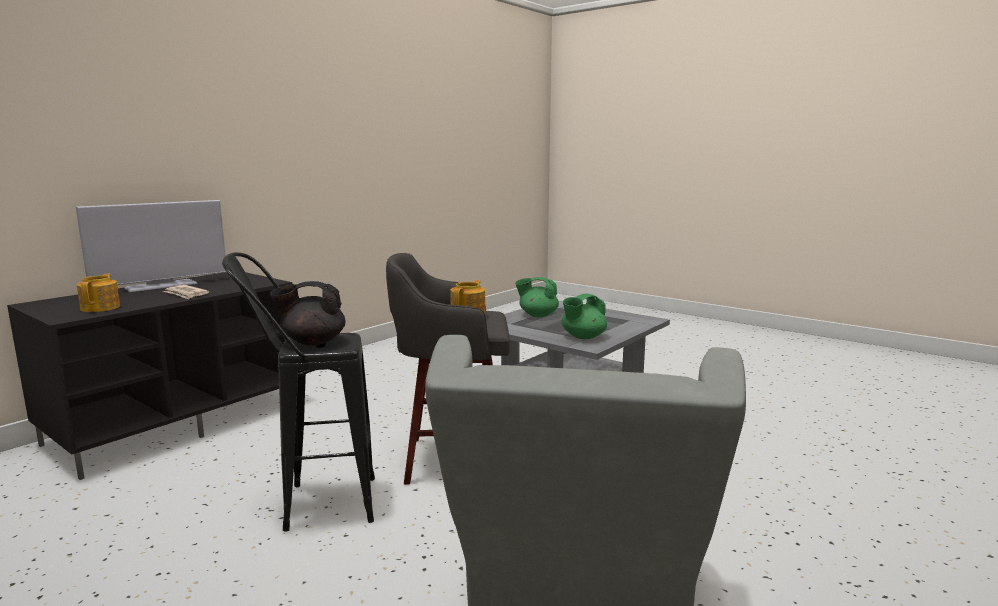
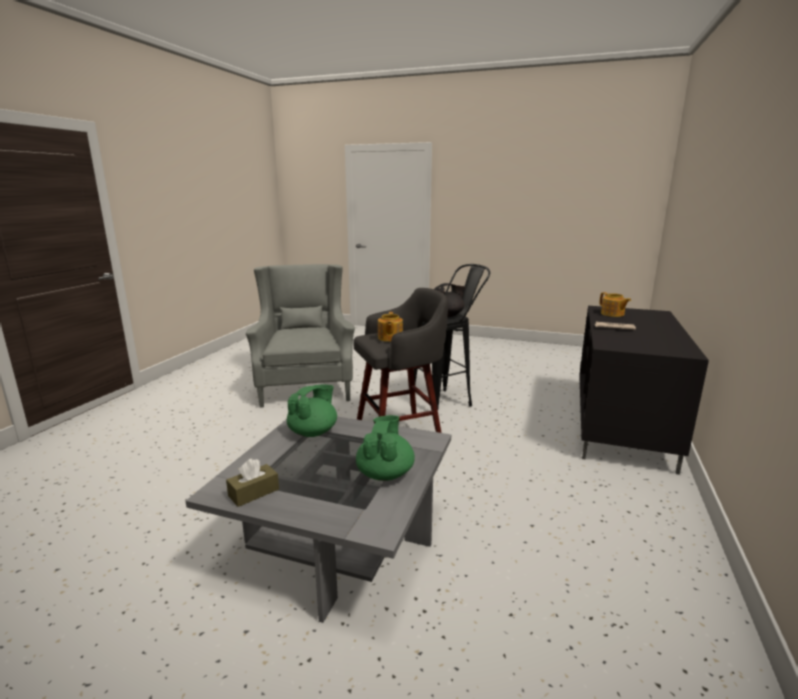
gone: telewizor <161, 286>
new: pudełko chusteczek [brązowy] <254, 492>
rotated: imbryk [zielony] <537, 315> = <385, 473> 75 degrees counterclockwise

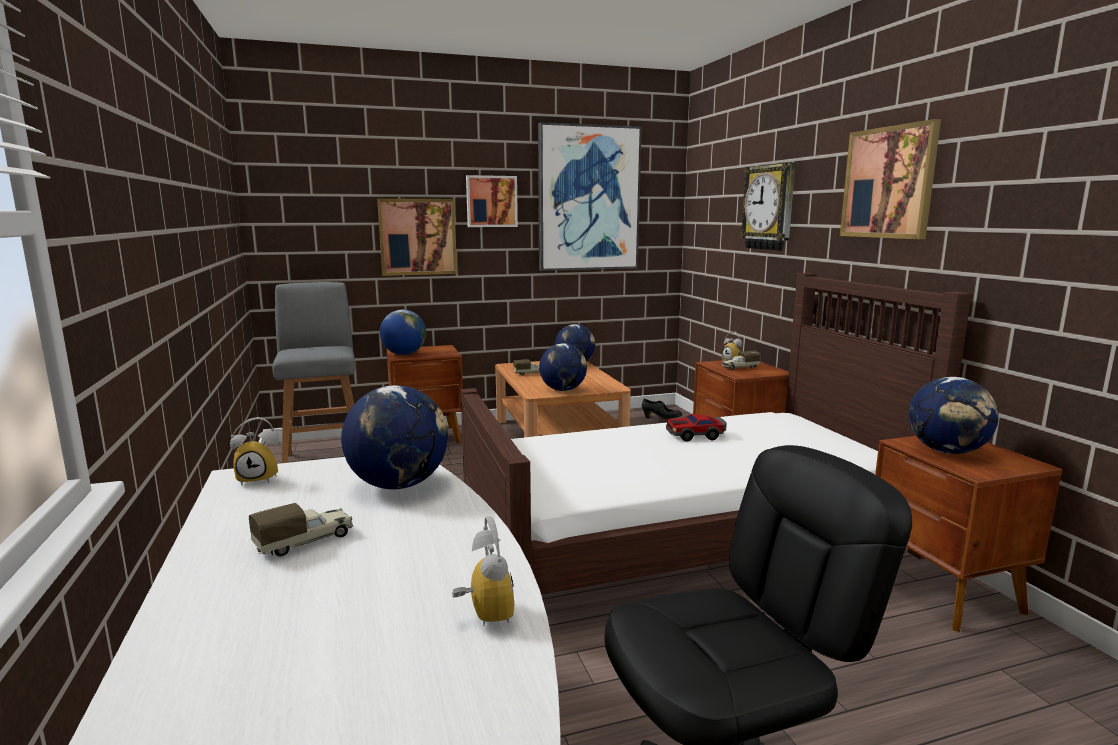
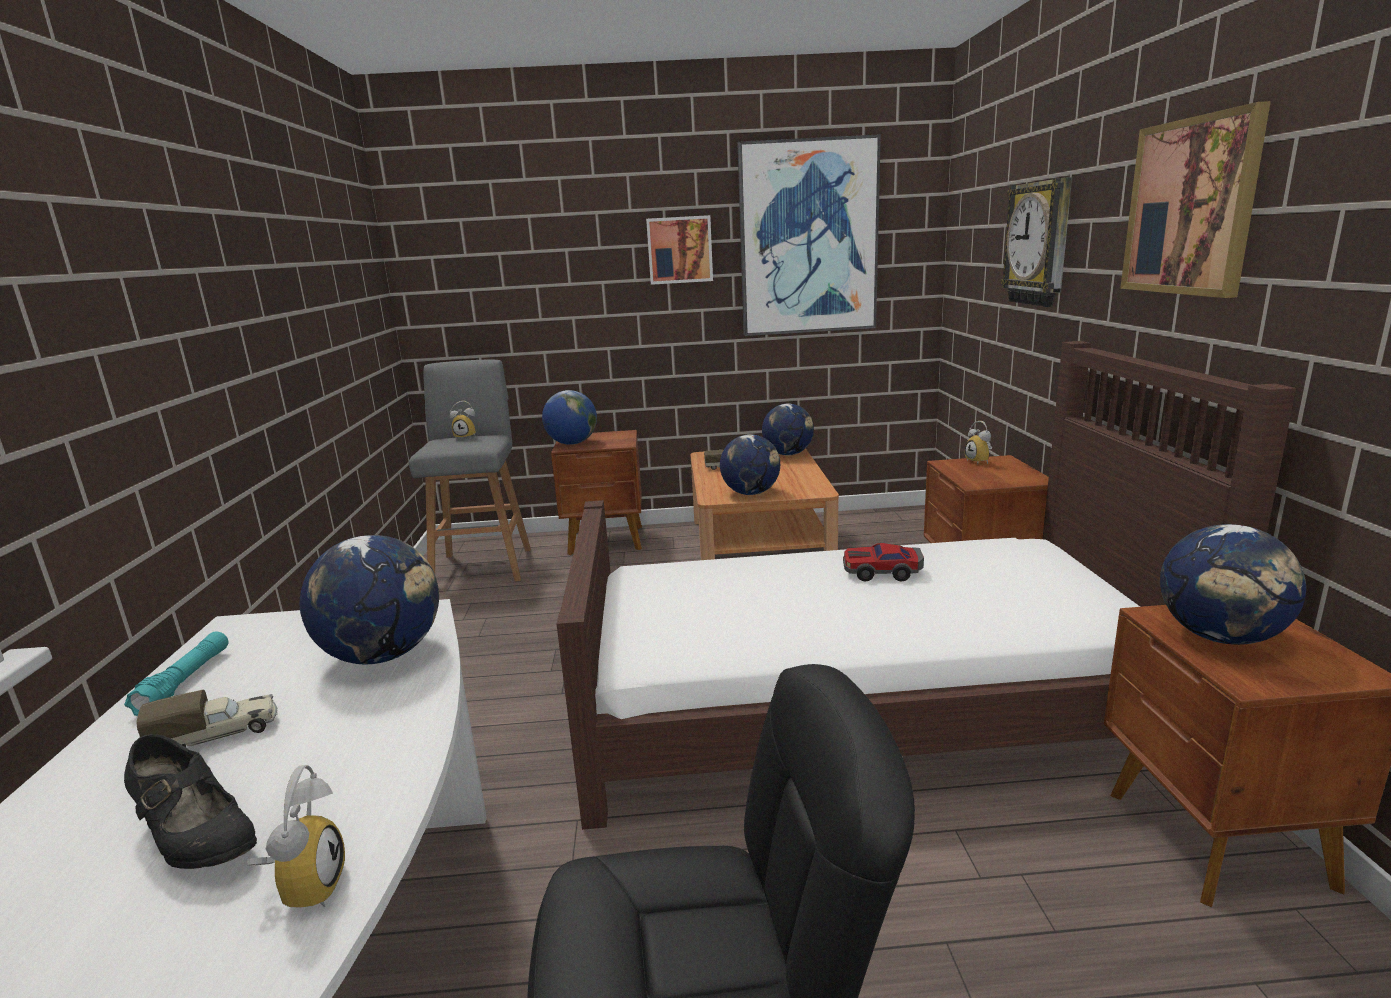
gone: obraz <417, 237>; ciężarówka zabawkowa <739, 368>
new: latarka [turkusowy] <185, 681>
shifted: but [czarny] <661, 419> to <197, 841>; budzik <260, 478> to <467, 437>

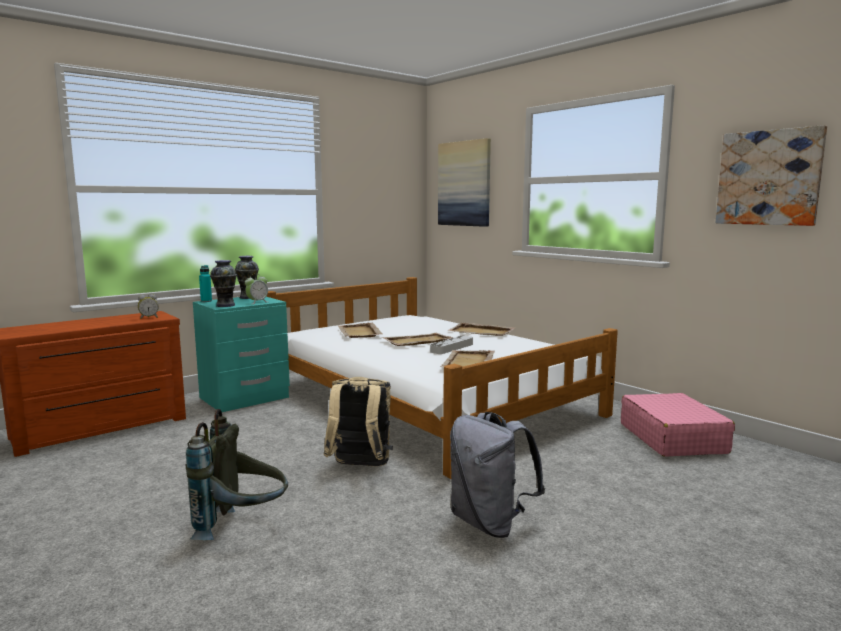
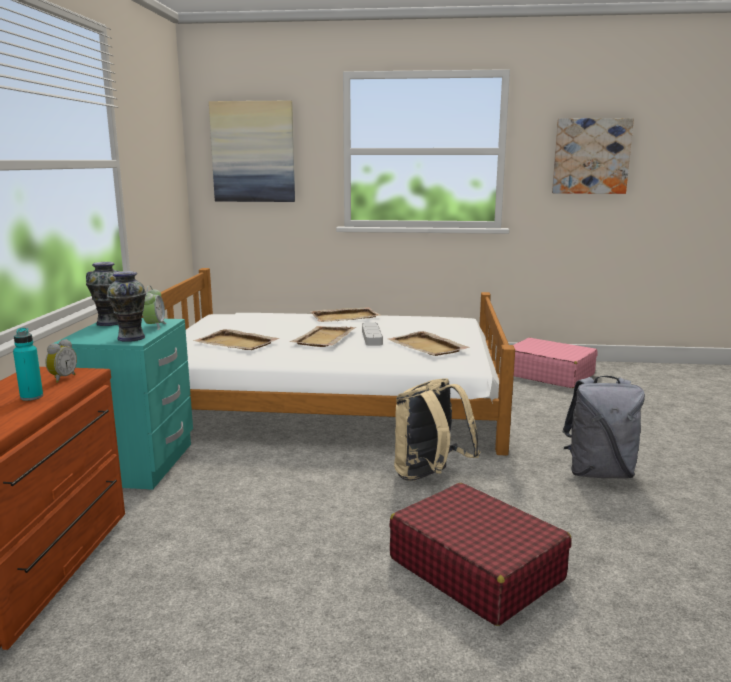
shifted: butelka [turkusowy] <206, 301> to <31, 397>
swapped: plecak [szary] <242, 527> to walizka [czerwony] <475, 568>

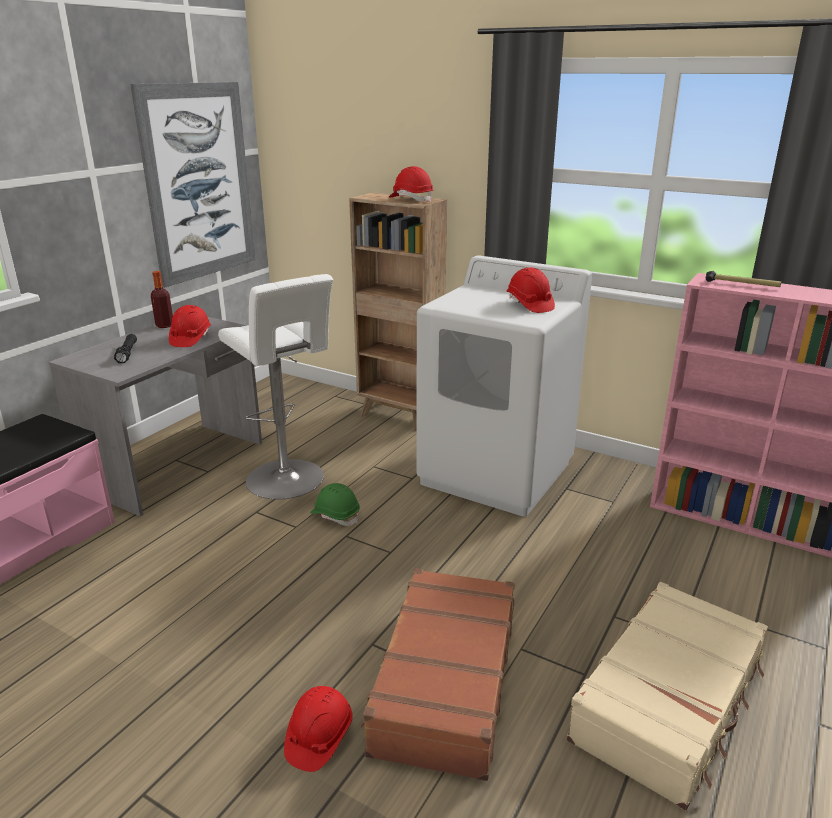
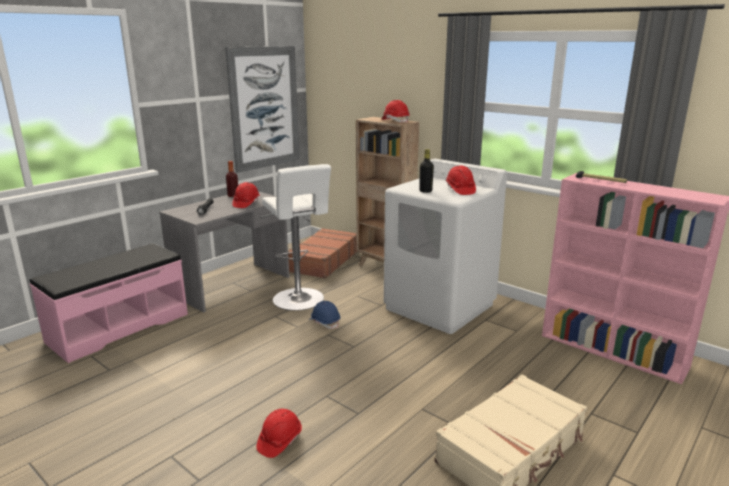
new: butelka [czarny] <425, 191>
shifted: walizka [brązowy] <444, 682> to <323, 261>
repainted: kask [zielony] <335, 515> to kask [niebieski] <324, 322>

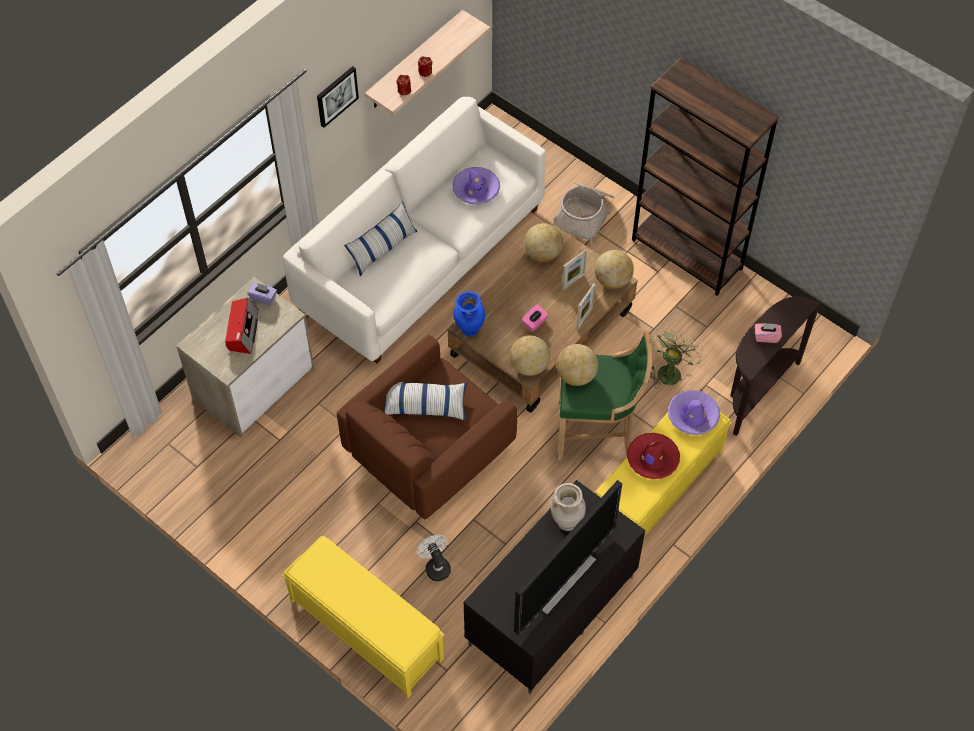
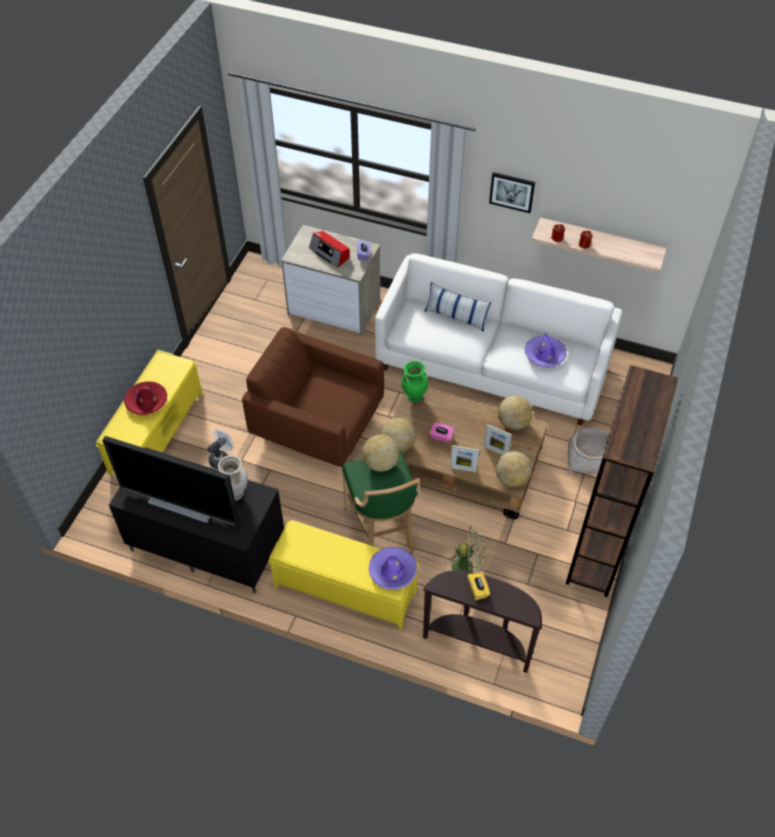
gone: poduszka <425, 404>
shifted: kapelusz [czerwony] <652, 459> to <146, 401>
repainted: wazon [niebieski] <469, 330> to wazon [zielony] <414, 396>; pudełko chusteczek [różowy] <766, 337> to pudełko chusteczek [żółty] <478, 590>
rotated: radio <242, 331> = <330, 253> 60 degrees clockwise

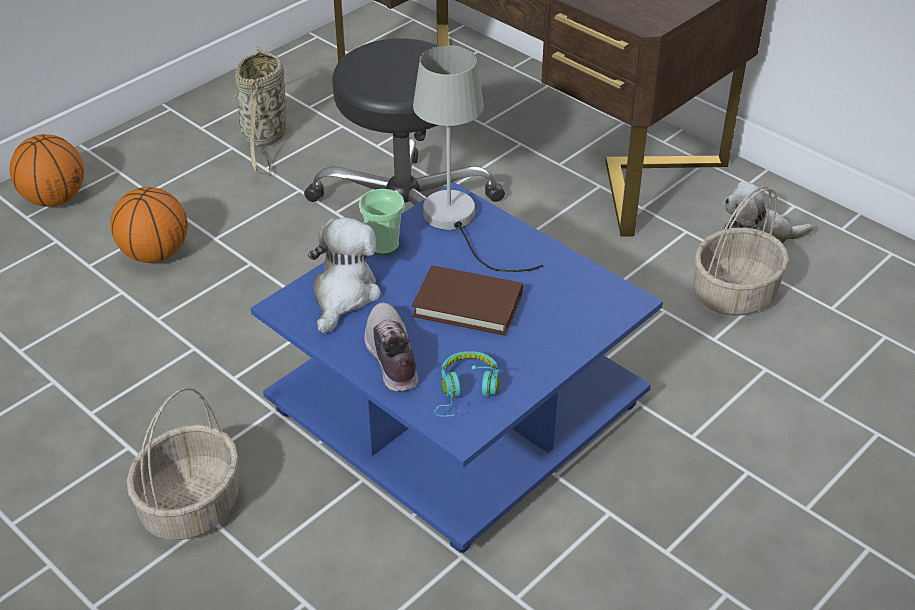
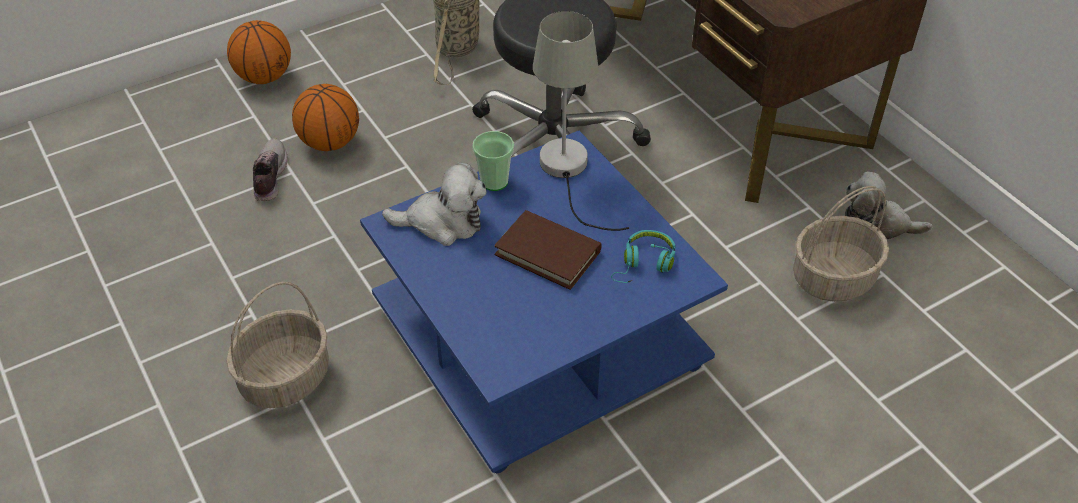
shifted: but <391, 357> to <269, 177>; słuchawki [turkusowy] <466, 391> to <644, 264>
rotated: pluszak <344, 294> = <443, 222> 60 degrees clockwise

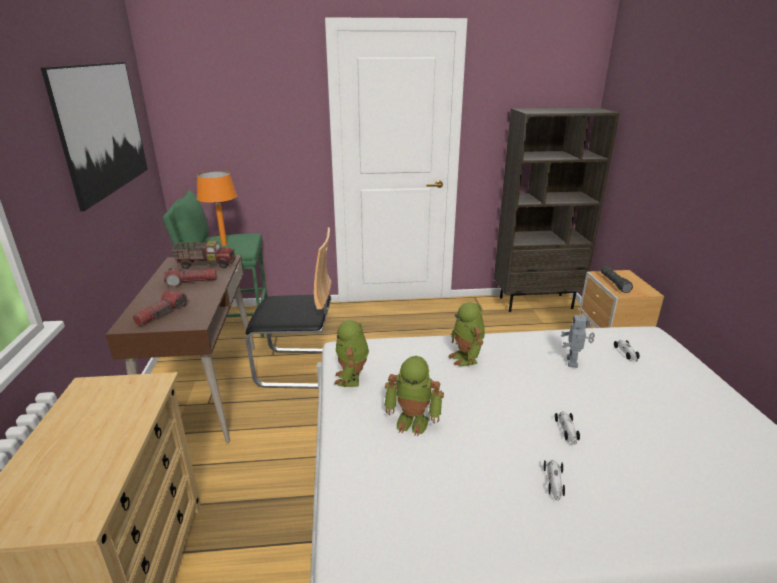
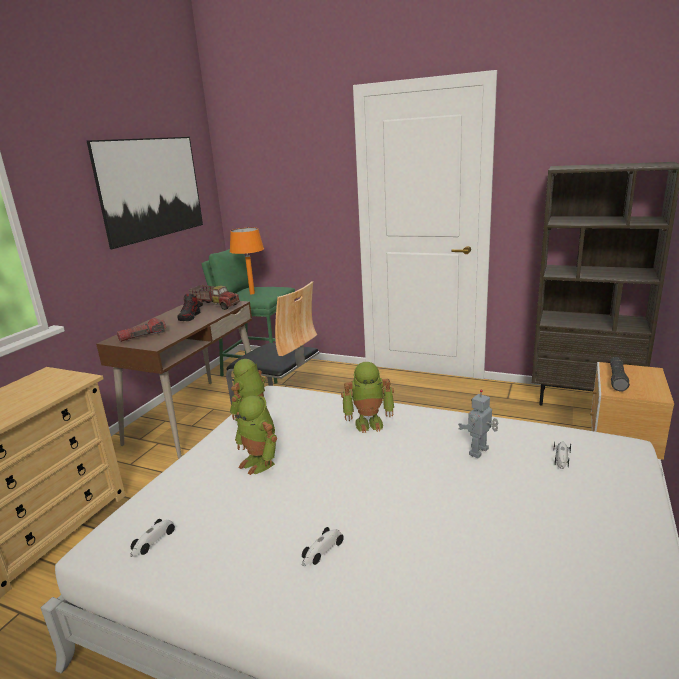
shifted: samochodzik <567, 430> to <152, 541>
swapped: latarka <191, 282> to but <189, 317>
rotated: robot zabawkowy <466, 358> = <369, 423> 105 degrees counterclockwise

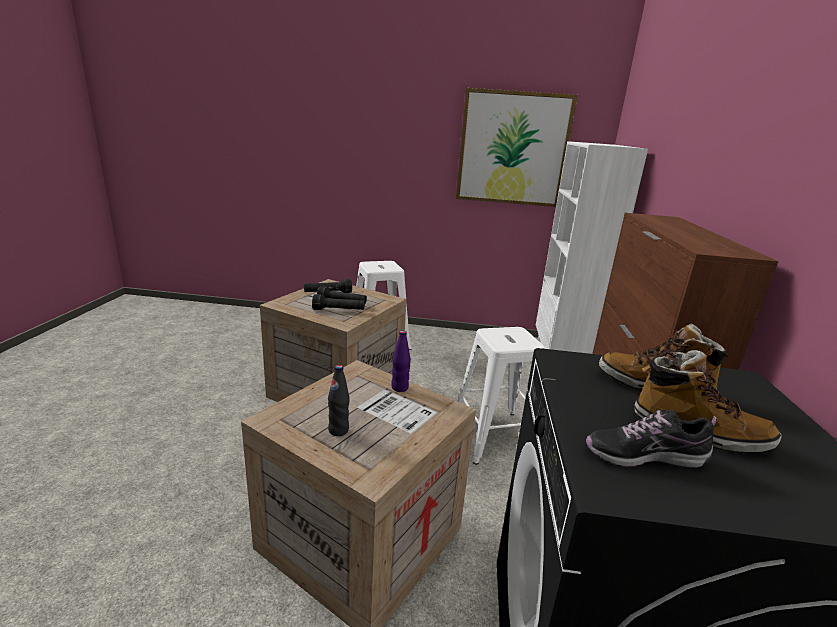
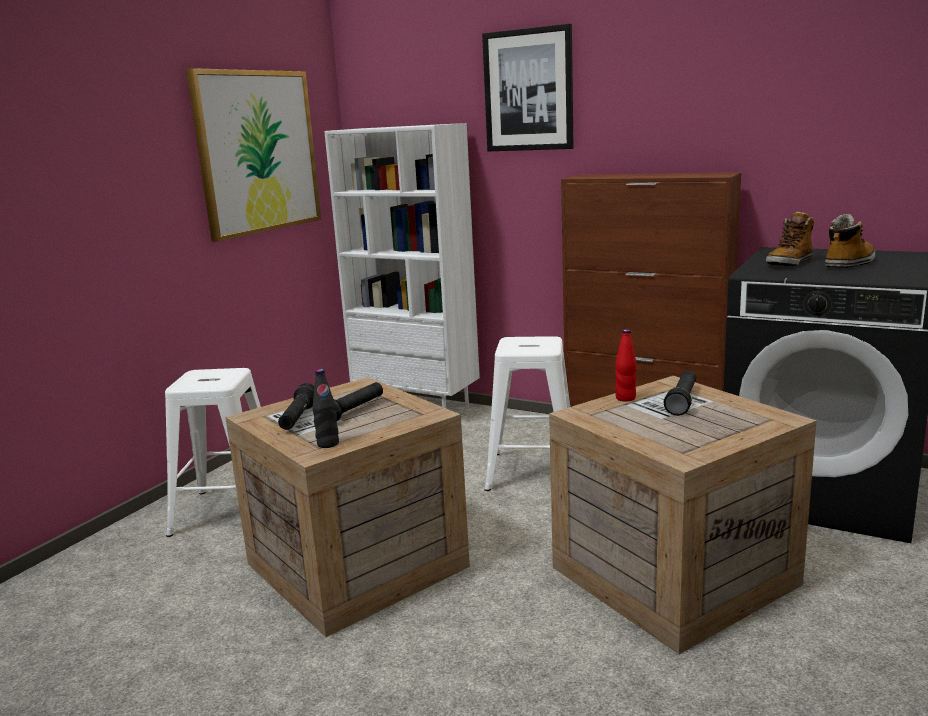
gone: but <644, 455>
new: obraz <528, 90>
shifted: latarka [czarny] <338, 310> to <682, 401>; butelka [czarny] <338, 430> to <328, 444>
repainted: butelka [fioletowy] <399, 388> to butelka [czerwony] <625, 398>

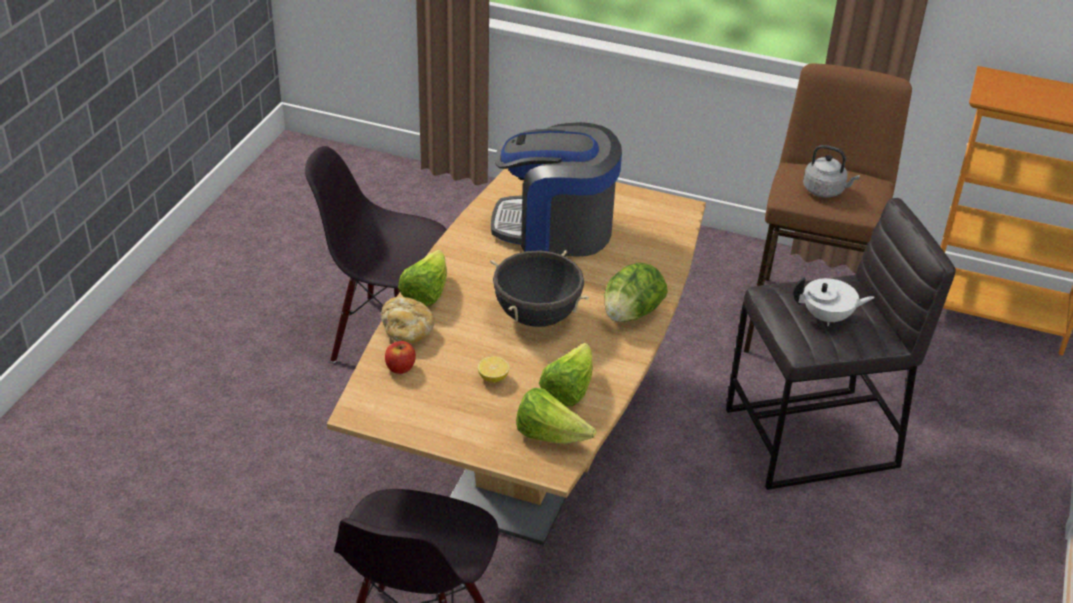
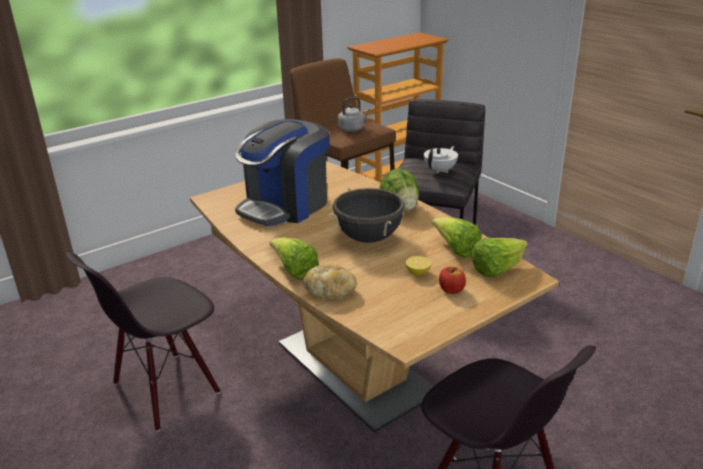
shifted: jabłko <400, 367> to <451, 290>

